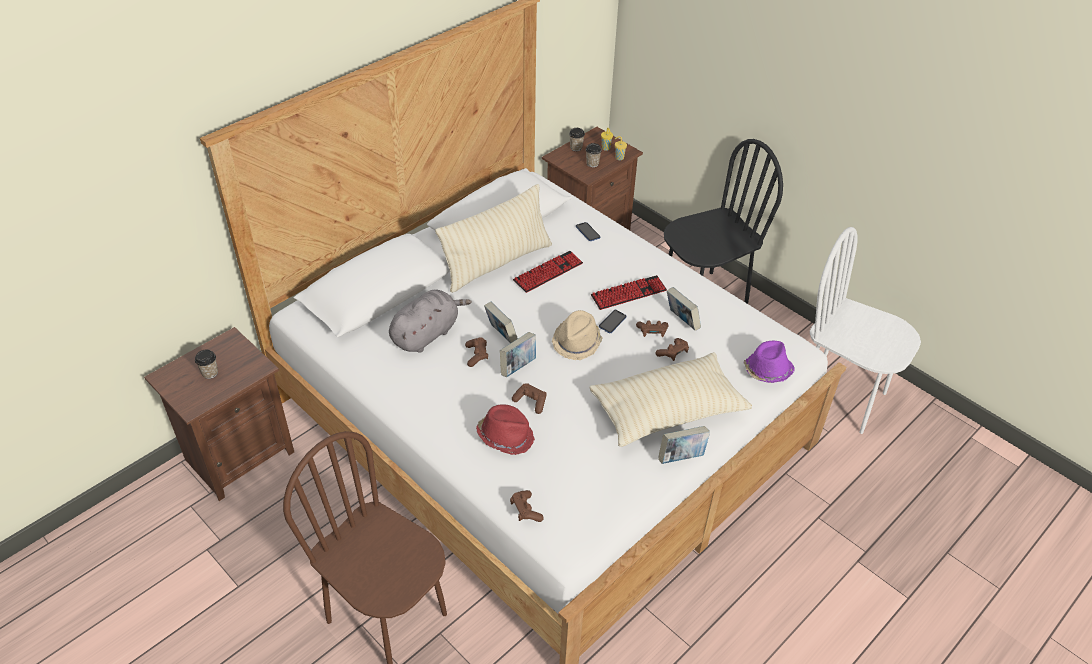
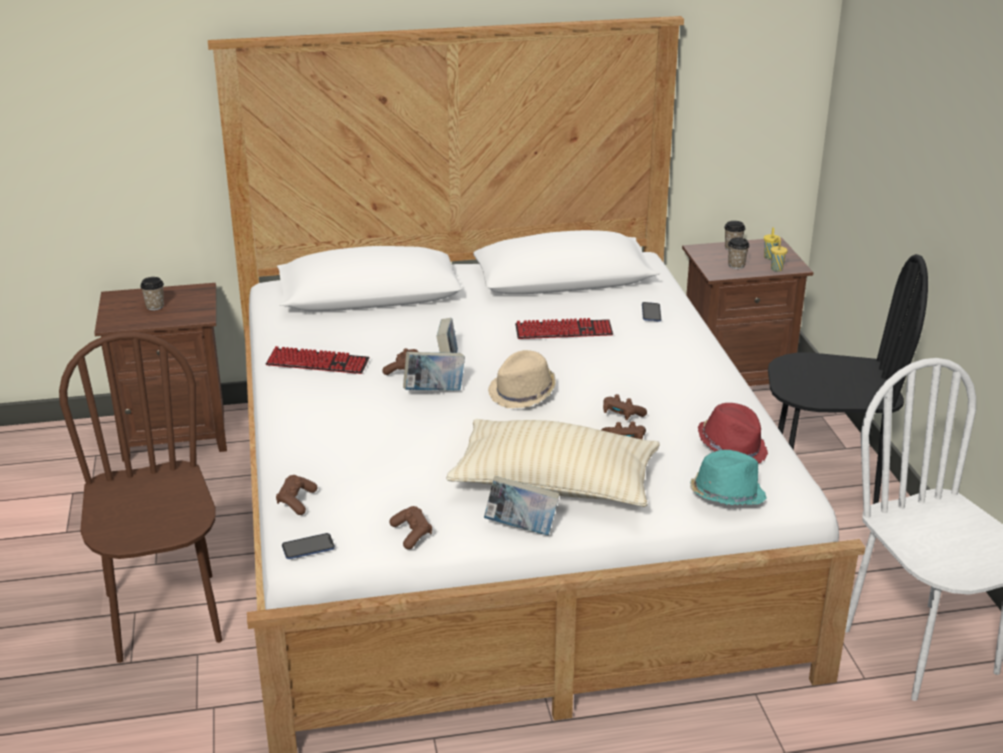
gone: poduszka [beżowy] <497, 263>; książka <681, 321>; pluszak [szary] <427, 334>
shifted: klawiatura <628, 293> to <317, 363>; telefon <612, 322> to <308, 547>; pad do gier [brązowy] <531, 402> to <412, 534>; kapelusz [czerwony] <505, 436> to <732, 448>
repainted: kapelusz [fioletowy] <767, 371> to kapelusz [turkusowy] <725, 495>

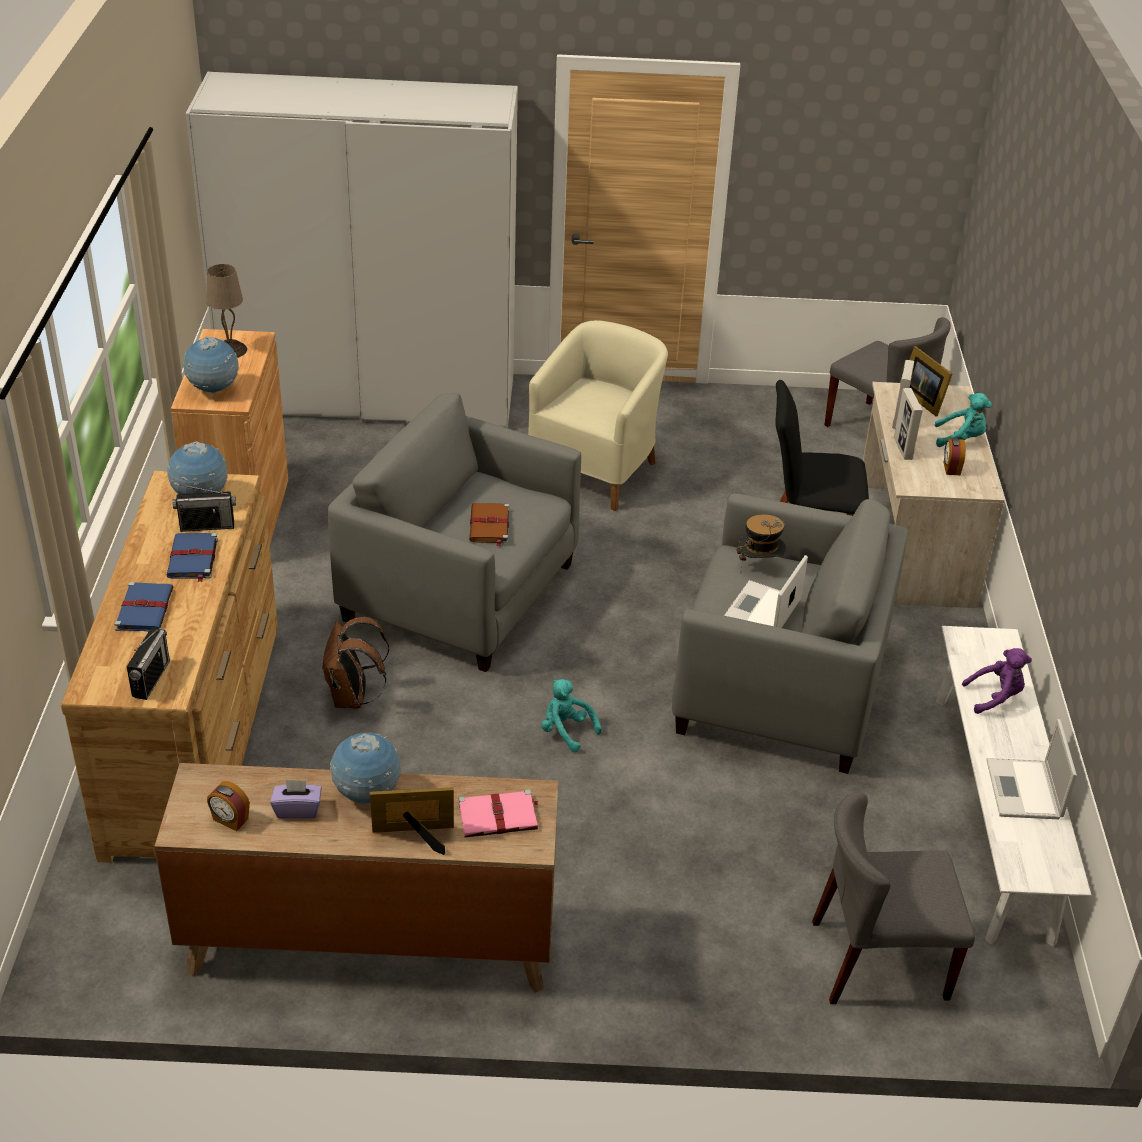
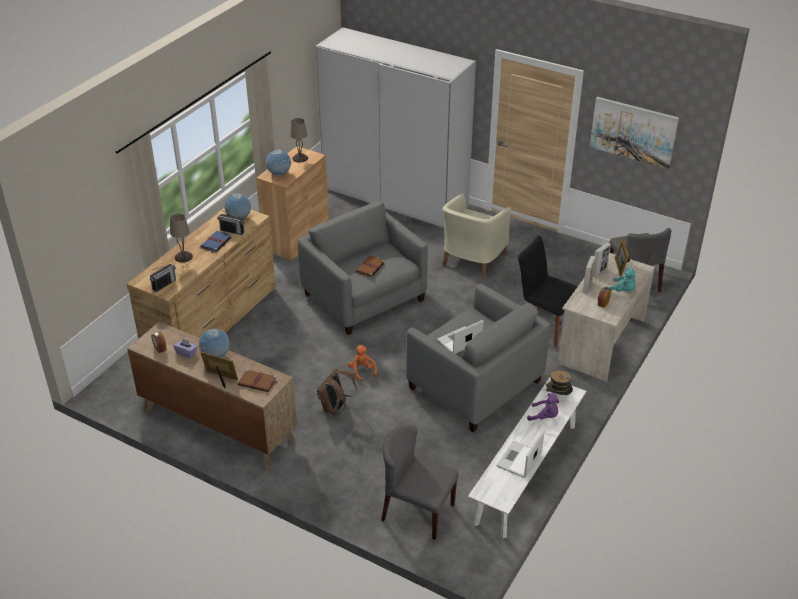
new: obraz <633, 132>
shifted: kapelusz <759, 566> to <558, 397>; plecak [brązowy] <352, 698> to <335, 408>
swapped: książka [niebieski] <145, 609> to lampa stołowa [beżowy] <183, 257>
repainted: pluszak [turkusowy] <566, 731> to pluszak [pomarańczowy] <362, 371>; książka [różowy] <499, 816> to książka [brązowy] <258, 382>
rotated: fotel [beżowy] <597, 470> = <472, 260> 150 degrees clockwise

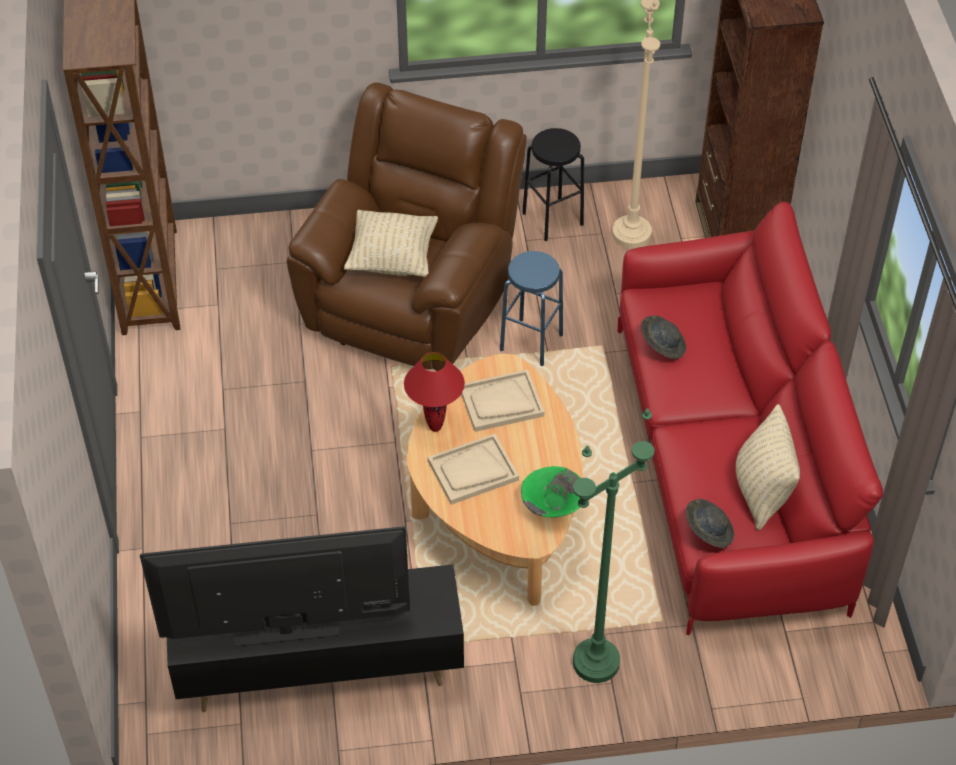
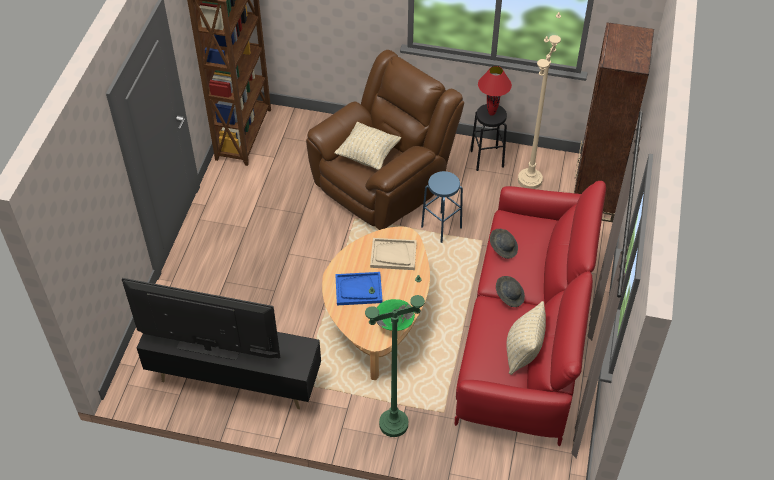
shifted: lampa stołowa [czerwony] <436, 427> to <492, 113>; kapelusz [szary] <708, 531> to <509, 296>
repainted: taca [beżowy] <473, 471> to taca [niebieski] <358, 289>

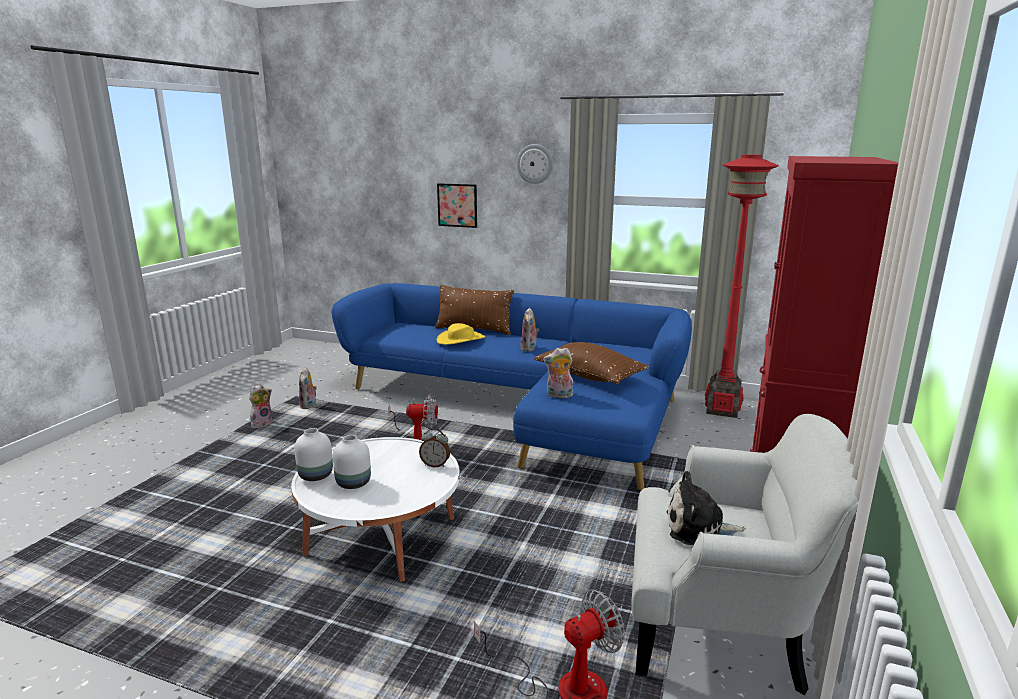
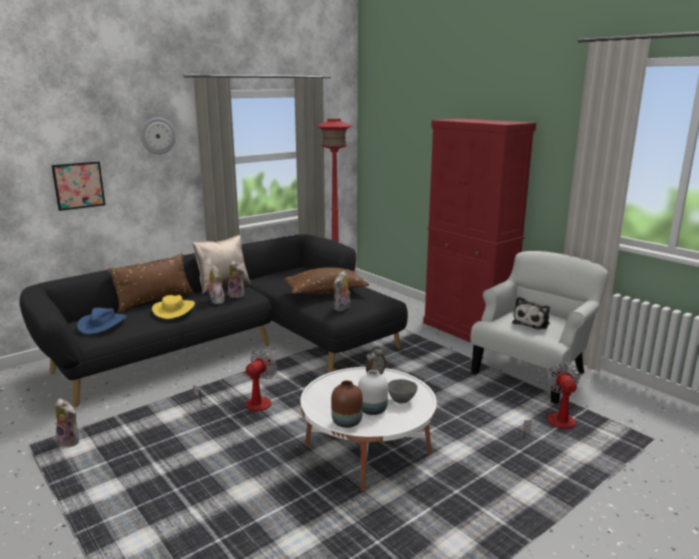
new: poduszka [beżowy] <223, 287>; kapelusz [niebieski] <102, 324>; miska [szary] <401, 400>
shifted: pluszak <262, 424> to <216, 301>
repainted: kanapa [niebieski] <525, 405> to kanapa [czarny] <238, 345>; wazon [biały] <315, 475> to wazon [brązowy] <346, 422>

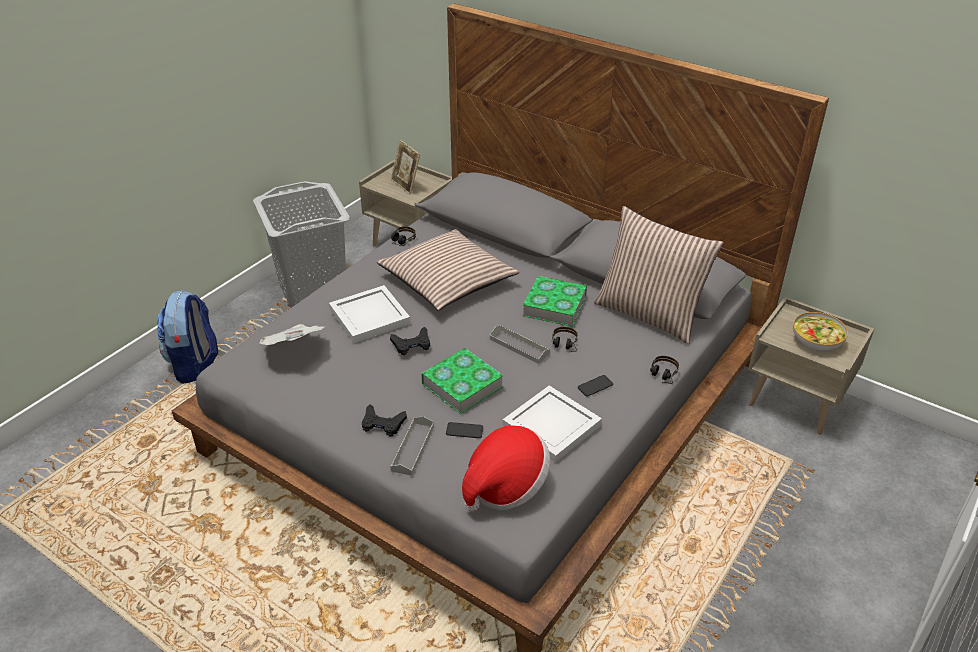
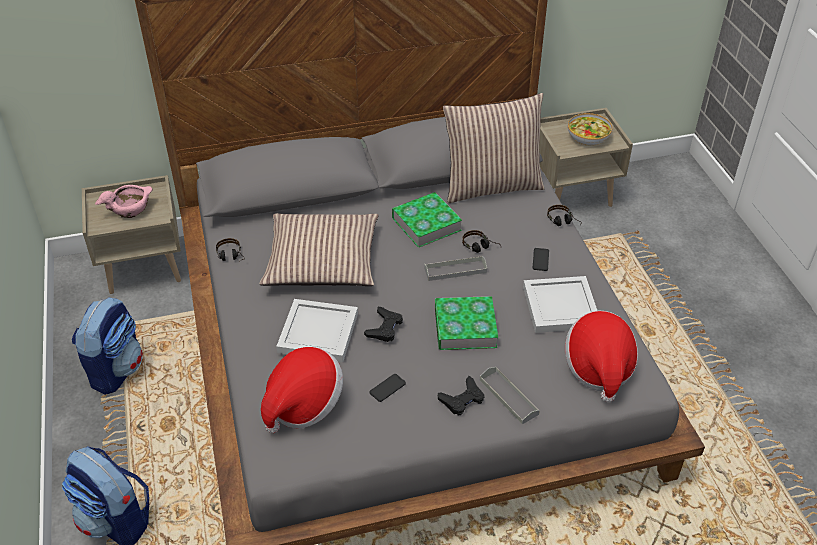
shifted: telefon <464, 430> to <387, 388>
swapped: ramka na zdjęcie <406, 185> to miska [różowy] <130, 209>; kosz na pranie [szary] <313, 288> to plecak <116, 369>; gazeta <294, 347> to kapelusz <303, 403>

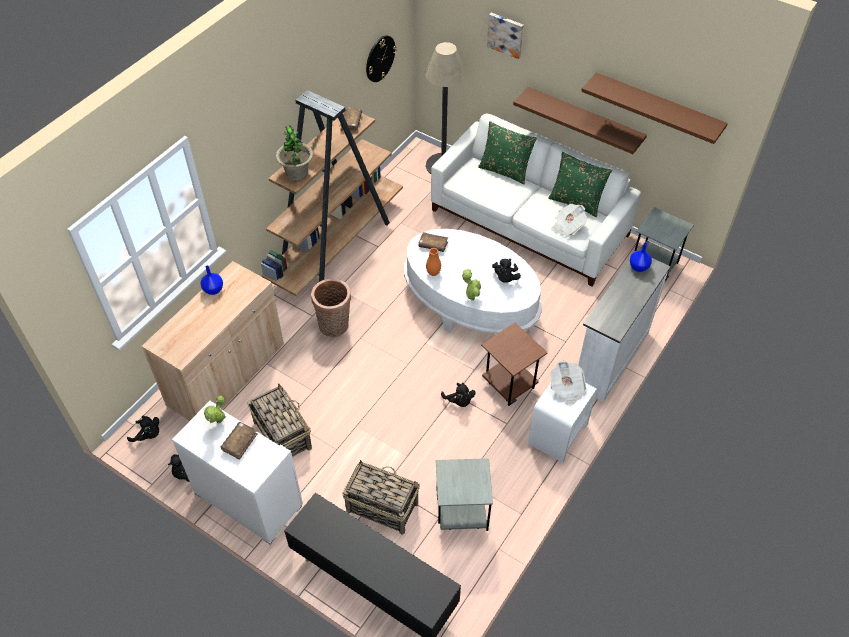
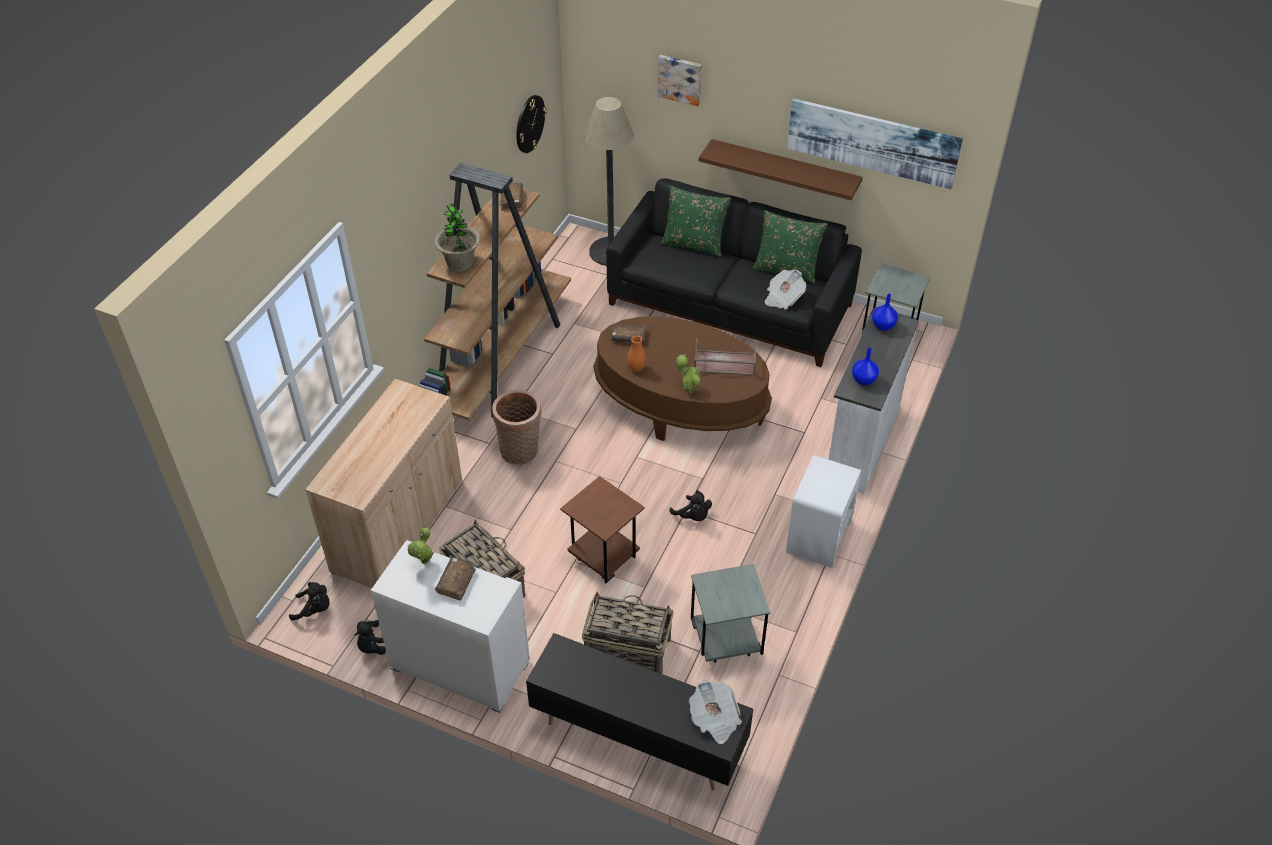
shifted: wazon [niebieski] <214, 290> to <864, 380>; stolik [brązowy] <508, 386> to <602, 559>; gazeta <567, 389> to <714, 719>
swapped: półka [brązowy] <657, 107> to obraz <872, 142>; pluszak [czarny] <505, 278> to taca [brązowy] <724, 363>
repainted: kanapa [biały] <529, 223> to kanapa [czarny] <730, 305>; ława [biały] <470, 303> to ława [brązowy] <680, 404>

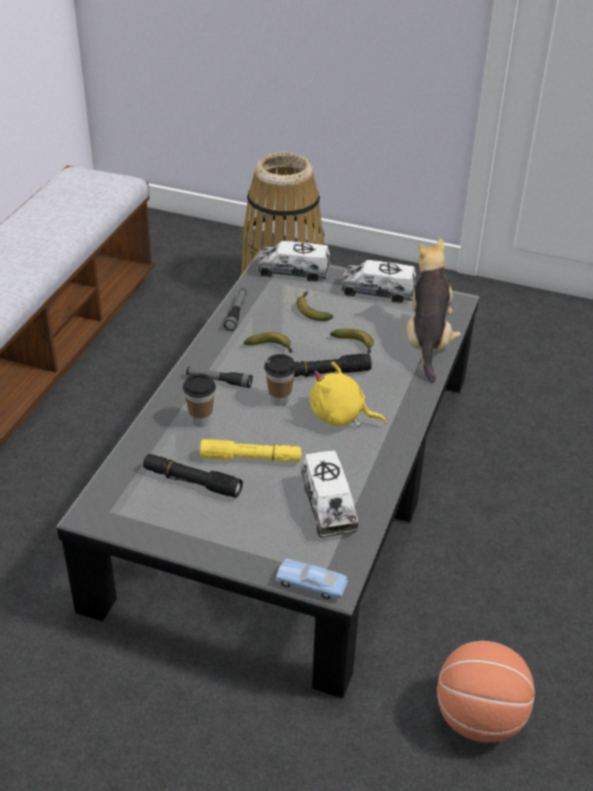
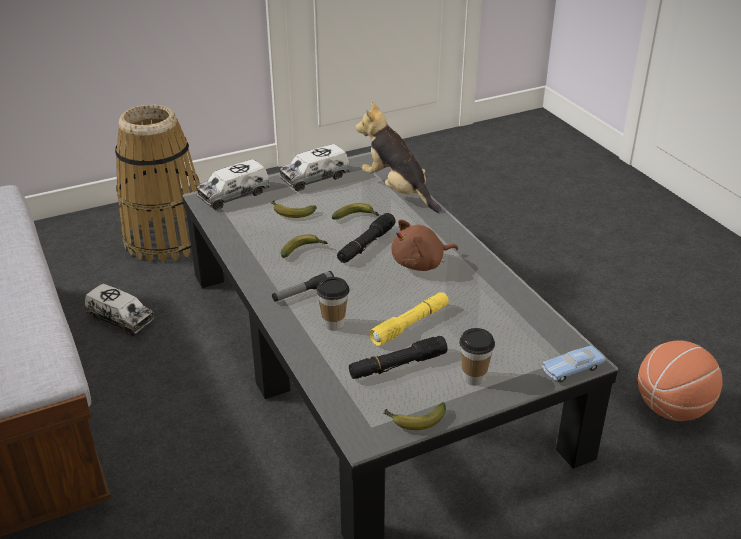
gone: latarka <236, 313>
new: banan <414, 420>
shifted: filiżanka <279, 399> to <473, 377>; ciężarówka zabawkowa <328, 506> to <121, 319>
repainted: pluszak [żółty] <340, 416> to pluszak [brązowy] <421, 264>

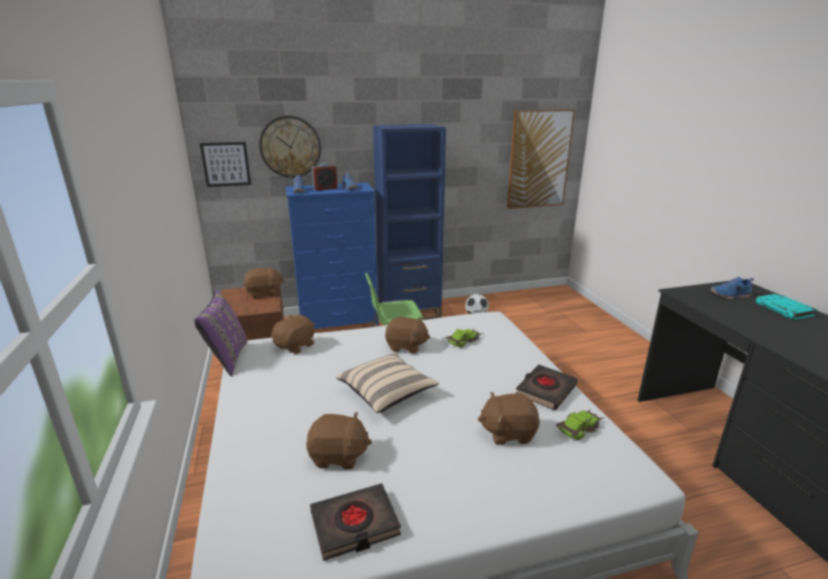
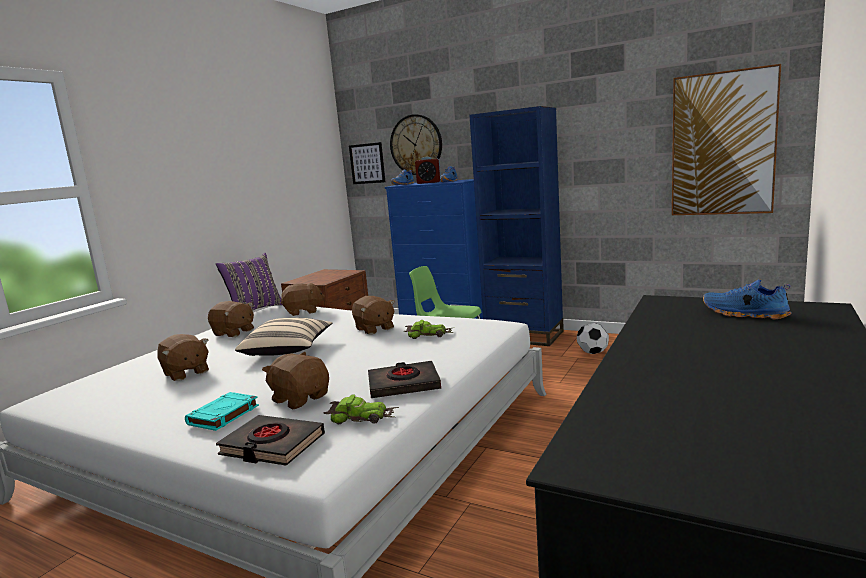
shifted: pluszak [brązowy] <264, 293> to <233, 332>; książka [turkusowy] <784, 310> to <223, 415>; książka [czarny] <355, 525> to <272, 445>

